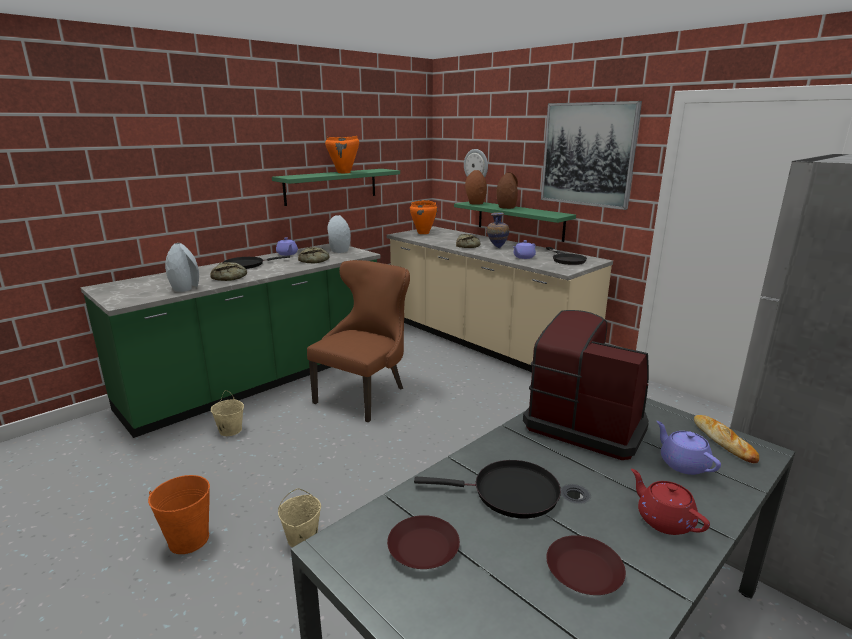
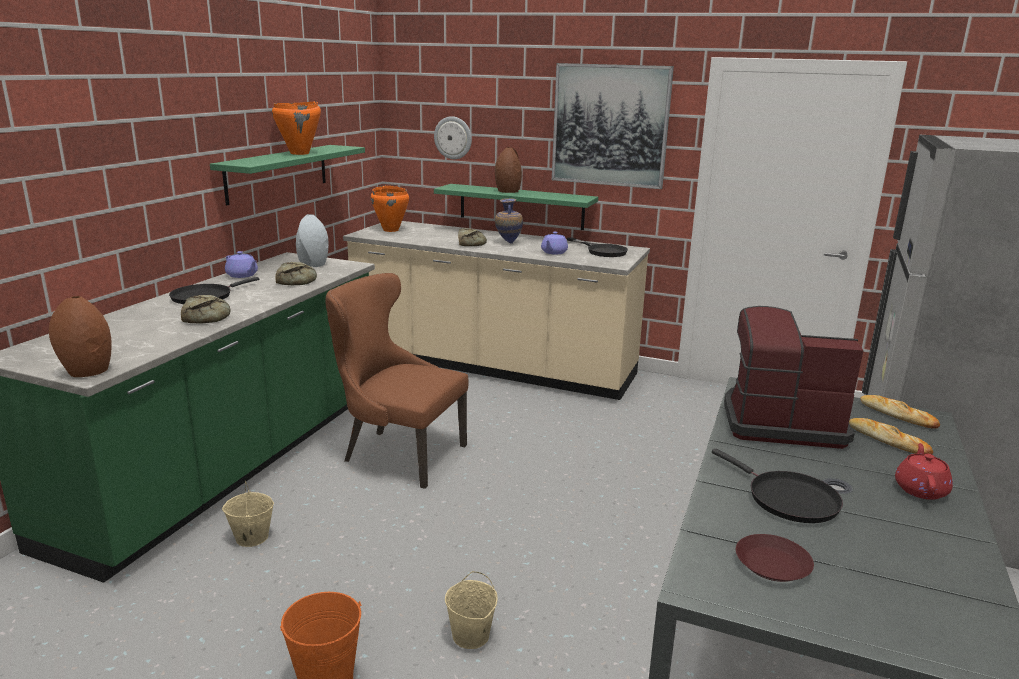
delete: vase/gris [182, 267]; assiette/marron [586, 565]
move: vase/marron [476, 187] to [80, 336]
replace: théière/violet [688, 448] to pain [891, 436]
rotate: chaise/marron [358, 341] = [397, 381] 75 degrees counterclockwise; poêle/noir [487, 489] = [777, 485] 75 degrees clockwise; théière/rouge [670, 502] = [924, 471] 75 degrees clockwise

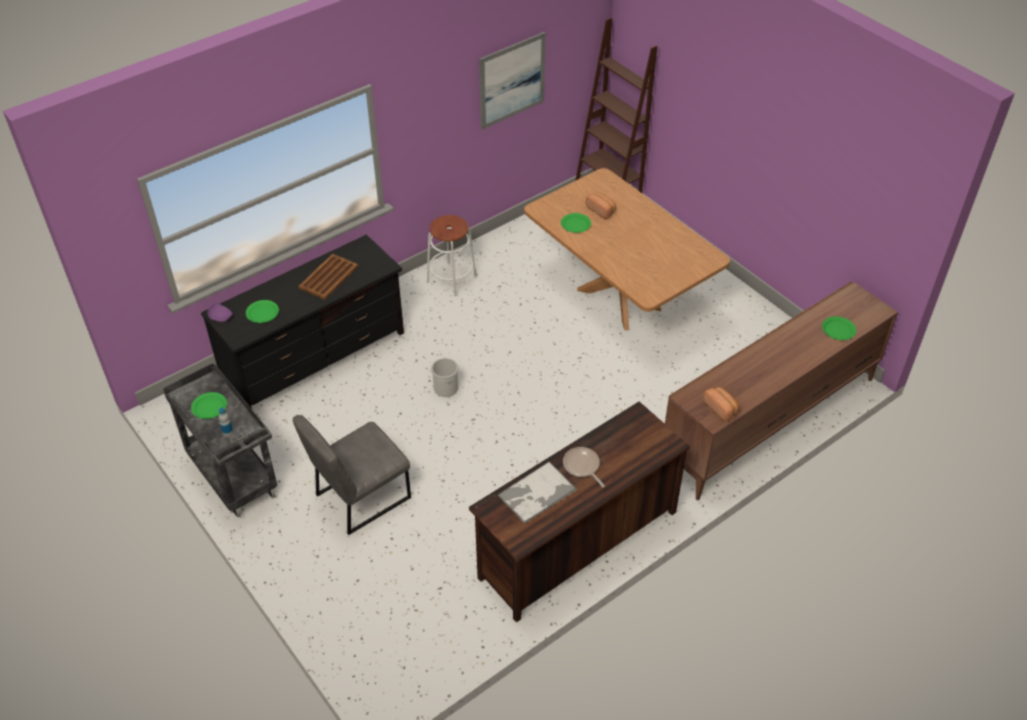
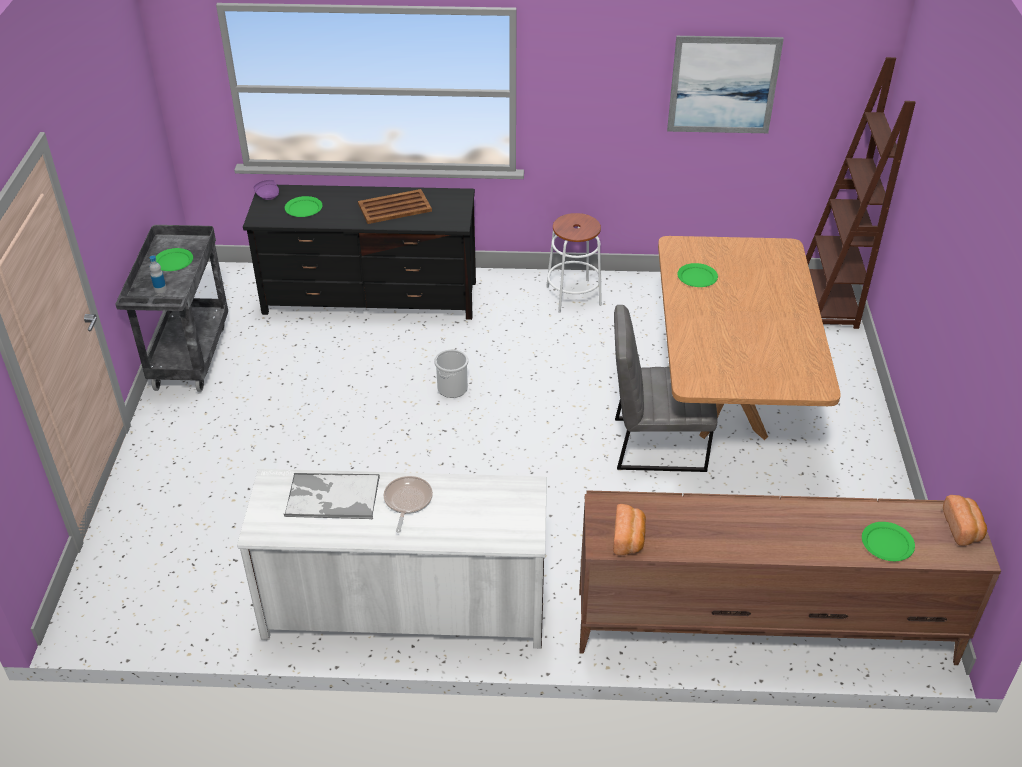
move: chaise/gris [351, 475] to [666, 388]; pain [601, 206] to [965, 520]
recolor: commode/marron [579, 512] to commode/blanc [392, 559]

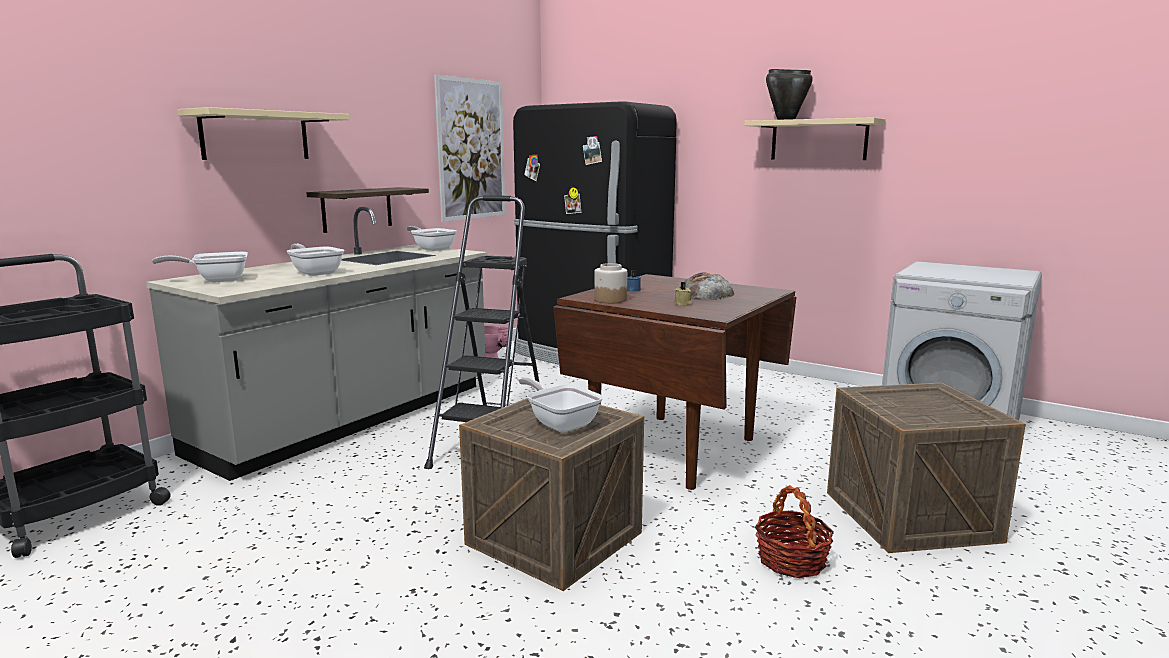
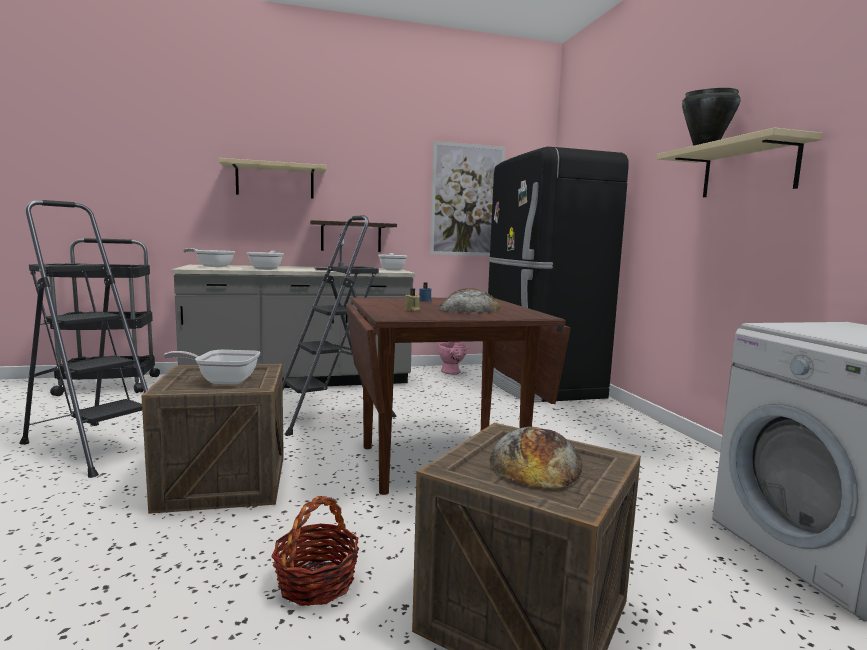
delete: bocal [610, 283]
insert: escabeau [83, 339]; pain [536, 457]
rotate: poêle [560, 405] = [212, 367] 90 degrees counterclockwise

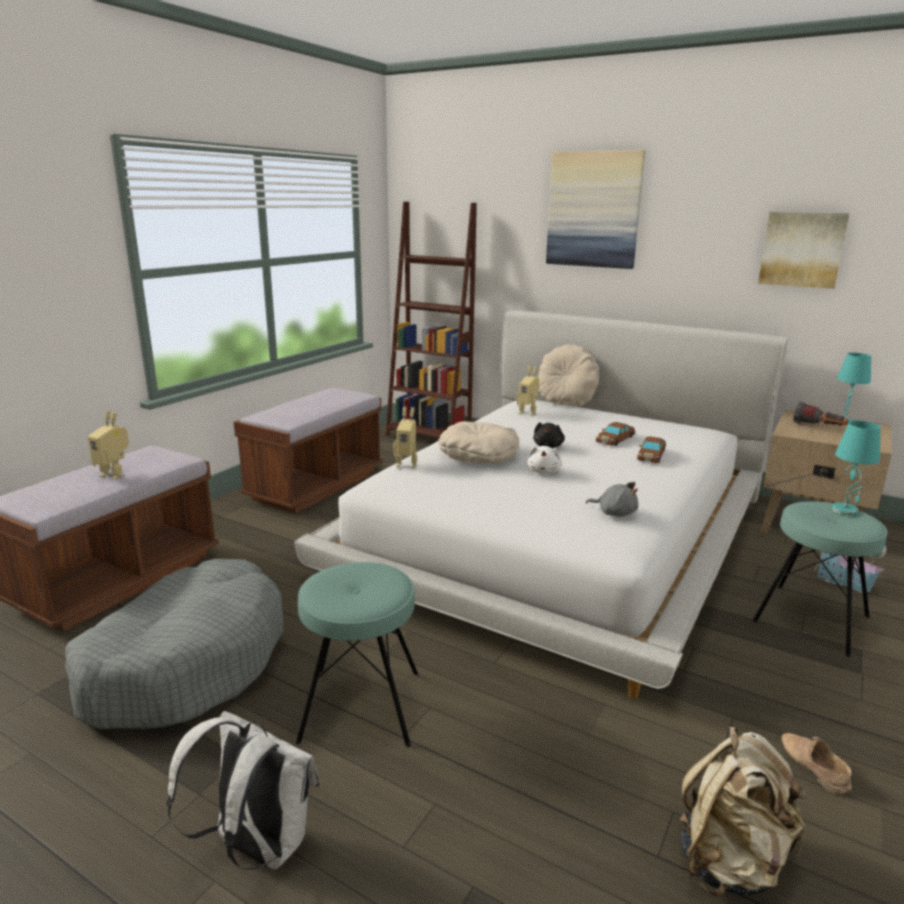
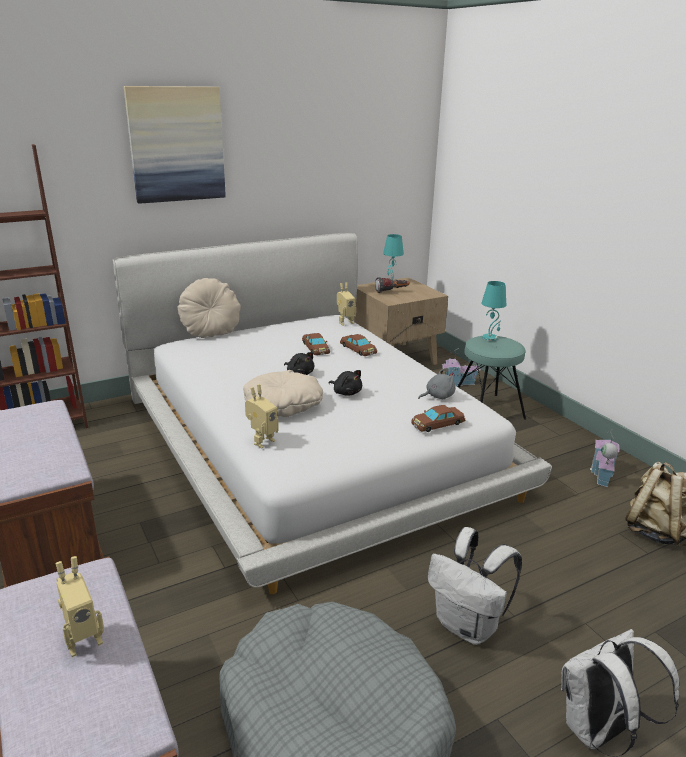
delete: tableau [804, 250]
insert: petite voiture/marron [438, 418]
move: robot jouet [528, 391] to [346, 304]
replace: tabouret/turquoise [357, 654] to sac à dos/blanc [475, 586]; chaussure/beige [817, 764] to maison miniature [604, 458]
recolor: peluche/blanc [544, 460] to peluche/noir [345, 383]

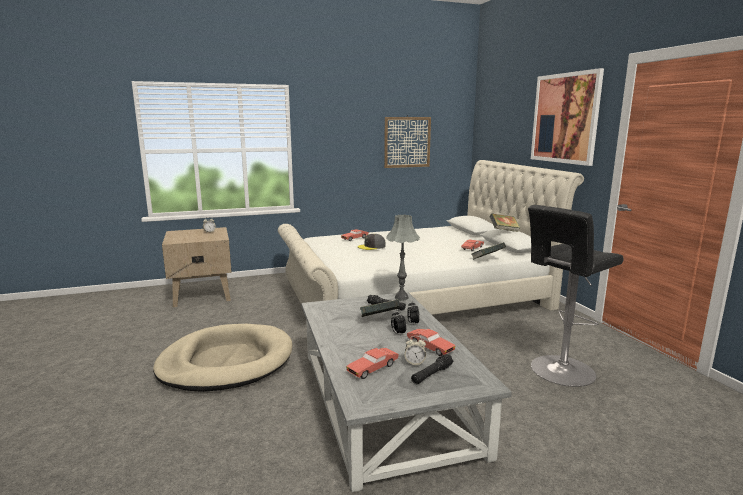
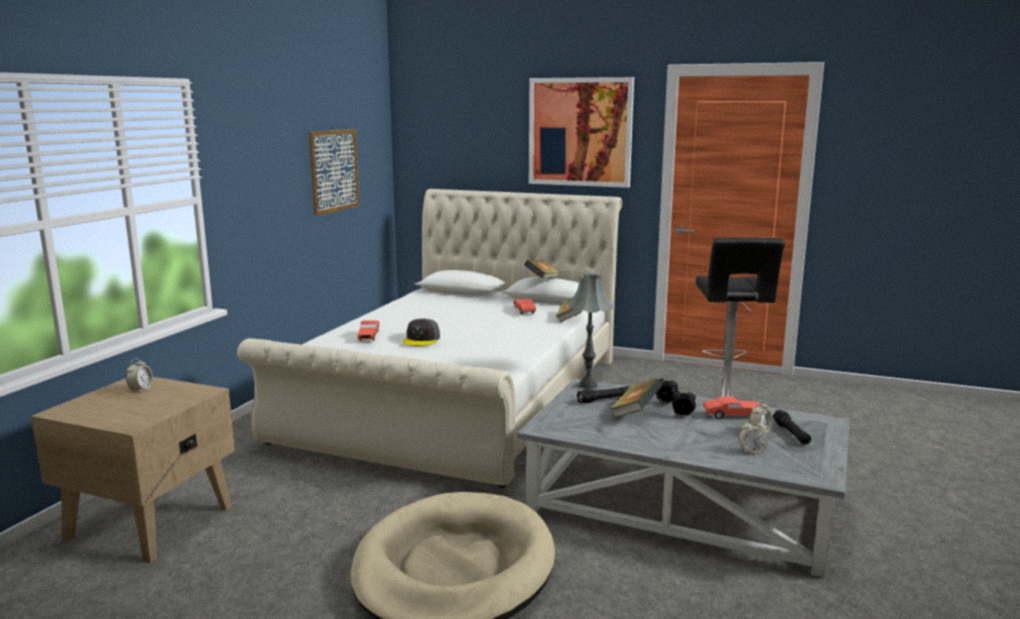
replace: petite voiture/rouge [372, 363] to réveil [754, 436]

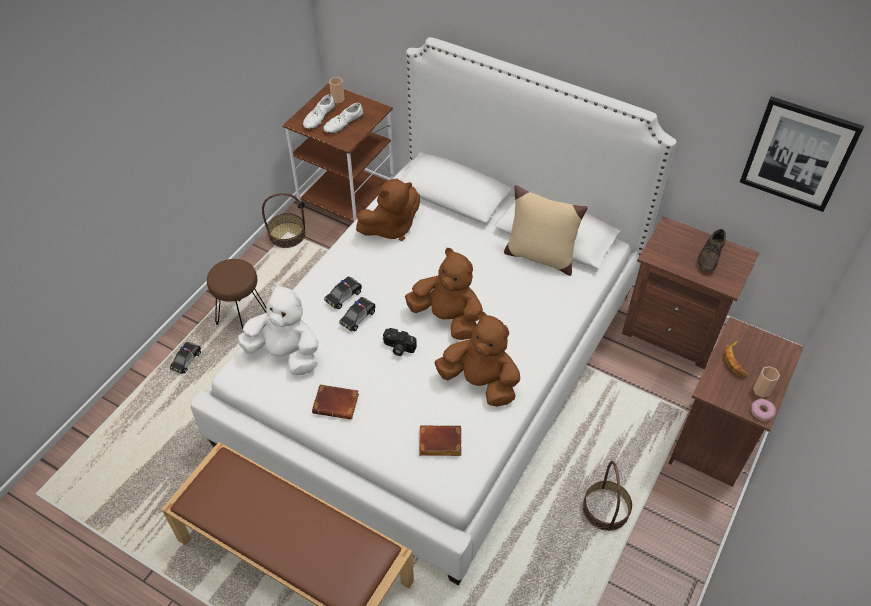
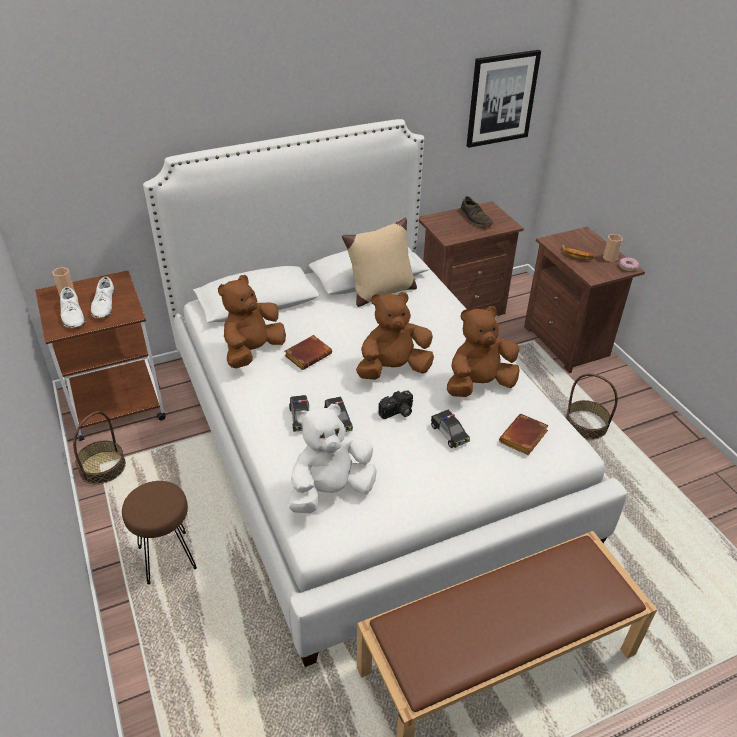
move: petite voiture [185, 358] to [450, 429]; livre/marron [335, 402] to [308, 352]
rotate: peluche/marron [388, 209] = [252, 321] 150 degrees counterclockwise

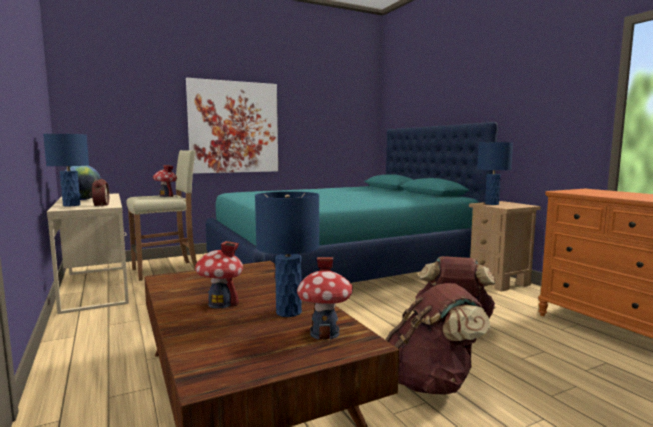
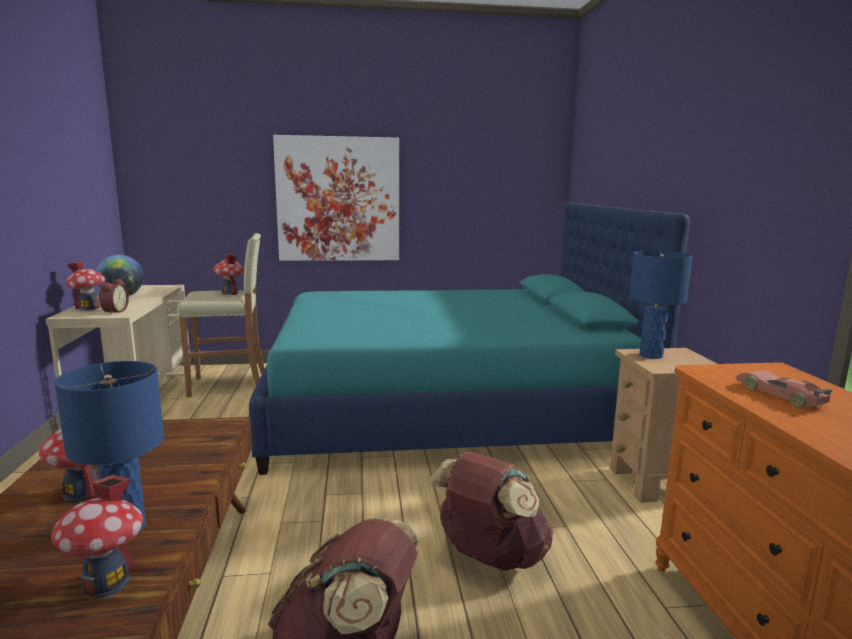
insert: petite voiture [784, 388]
replace: lampe de table/bleu [66, 170] to maison miniature [85, 286]

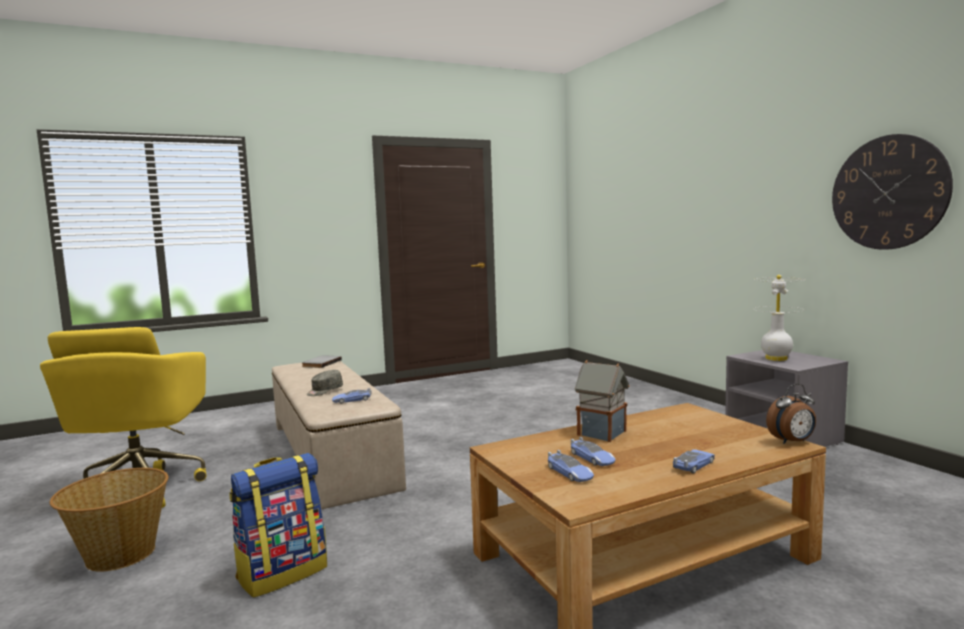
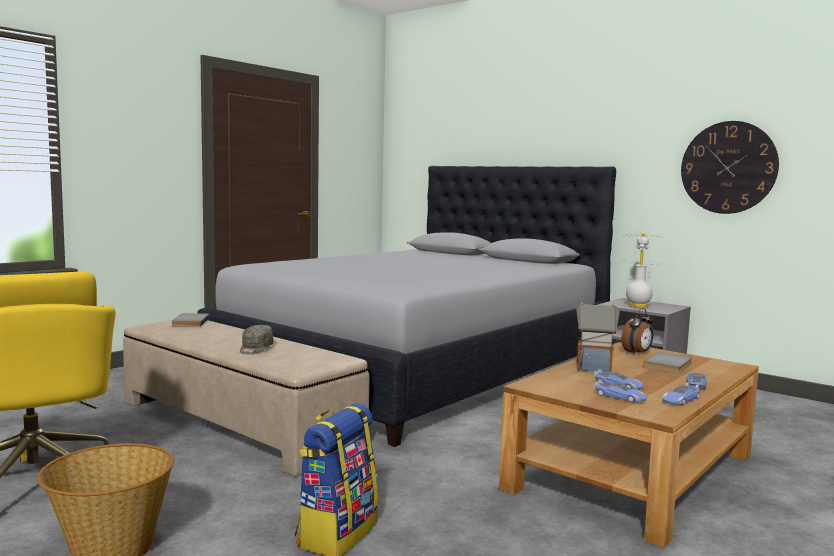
insert: lit/gris [406, 306]; livre/gris [667, 362]
move: petite voiture [352, 396] to [681, 393]; réveil [791, 414] to [637, 331]

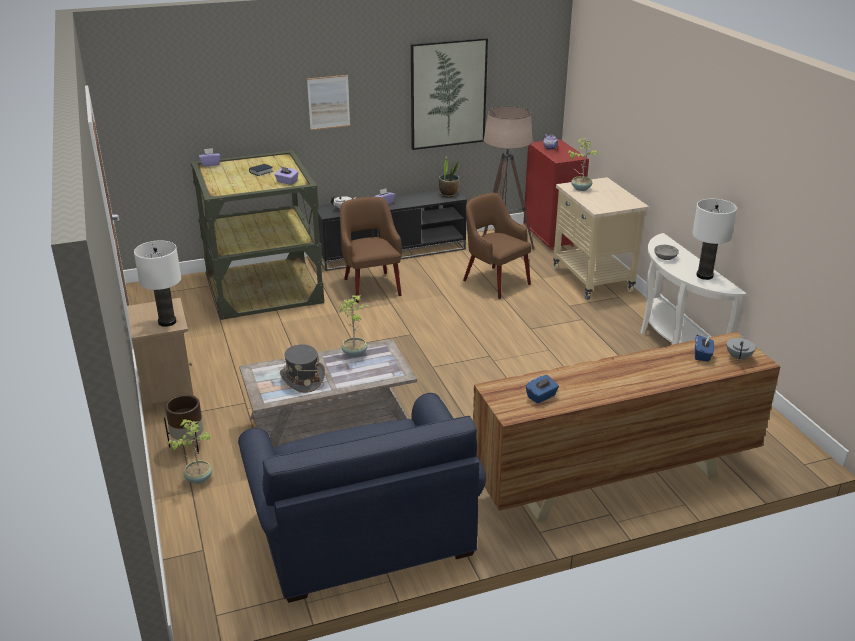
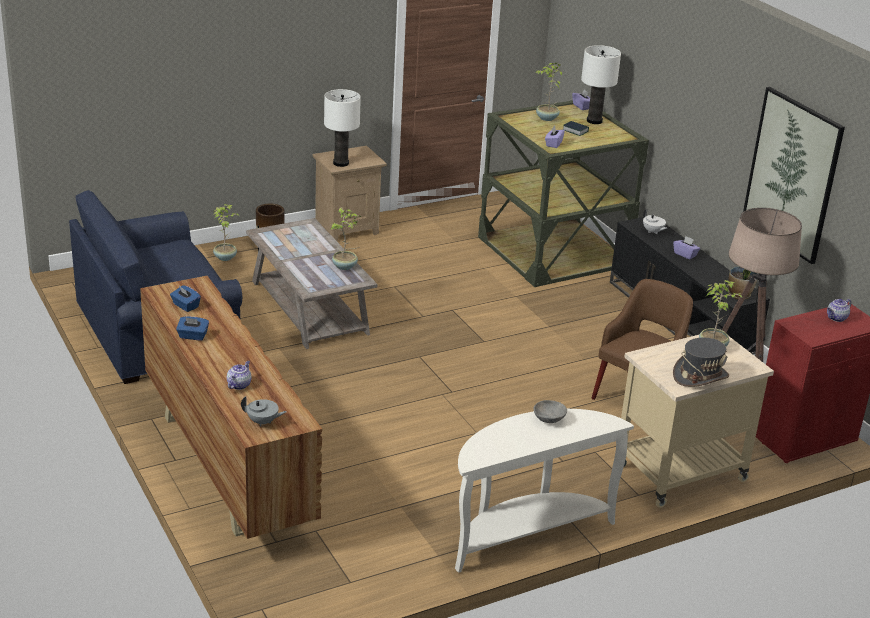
delete: tableau [328, 102]; fauteuil/marron [371, 250]
insert: théière [239, 375]; plante en pot [548, 91]
move: chapeau/gris [302, 368] to [701, 362]; lampe de table/blanc [714, 239] to [601, 84]; boîte à mouchoirs/bleu [704, 348] to [192, 329]

